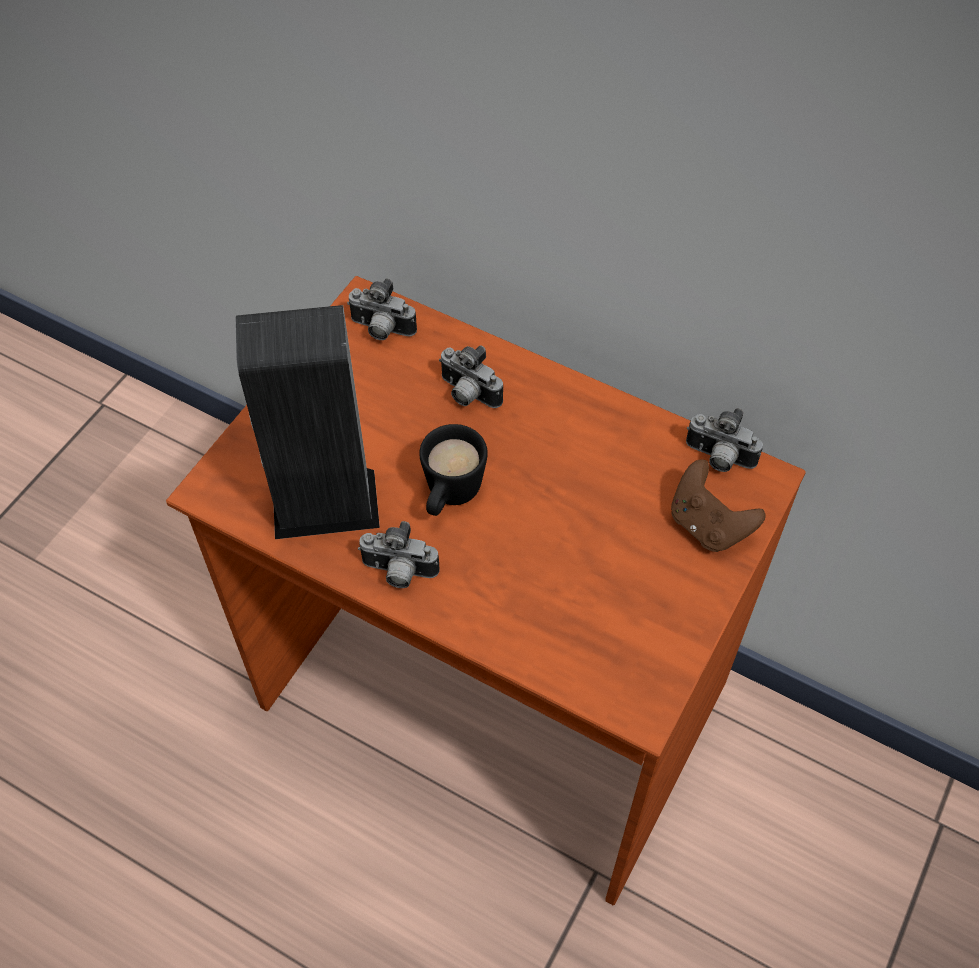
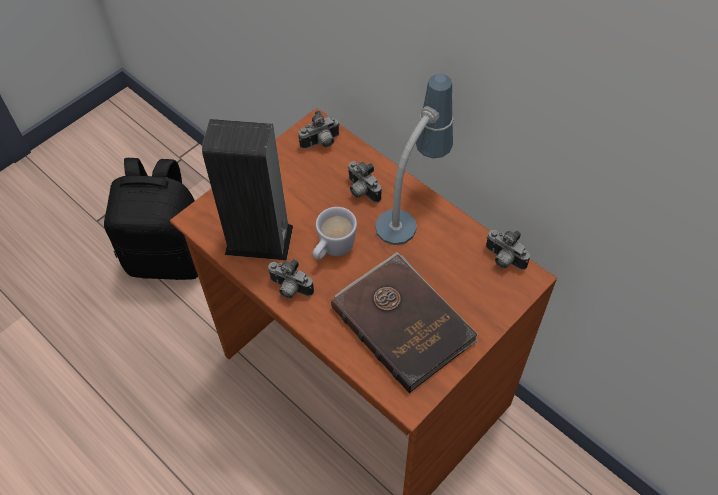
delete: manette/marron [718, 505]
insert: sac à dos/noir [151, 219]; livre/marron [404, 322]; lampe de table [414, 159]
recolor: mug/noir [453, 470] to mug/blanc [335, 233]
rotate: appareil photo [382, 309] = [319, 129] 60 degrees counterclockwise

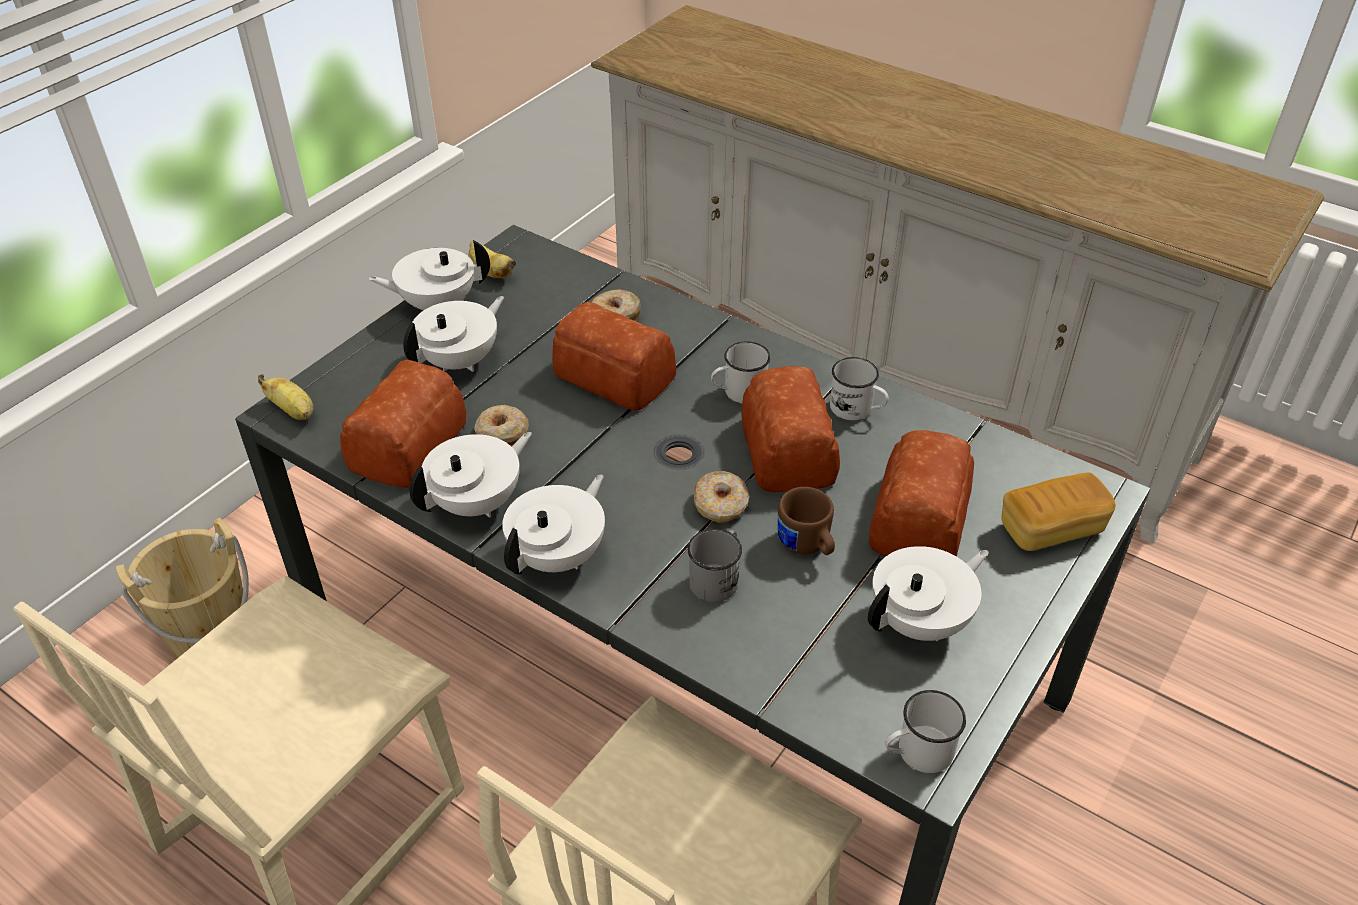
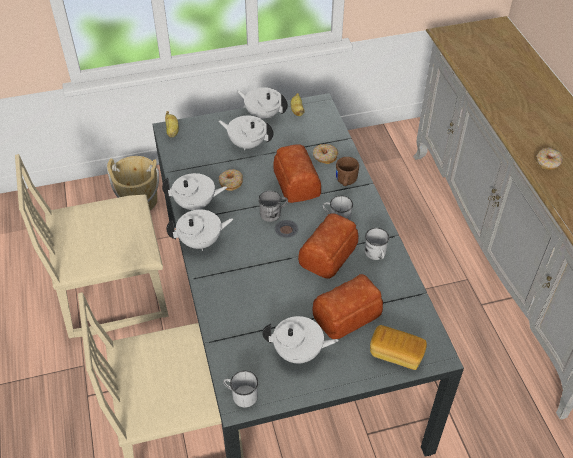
delete: pain [403, 424]
move: mug/gris [715, 565] to [273, 206]; beignet [721, 497] to [549, 158]; mug/marron [806, 521] to [347, 171]
rotate: théière/blanc [454, 334] = [245, 133] 150 degrees counterclockwise

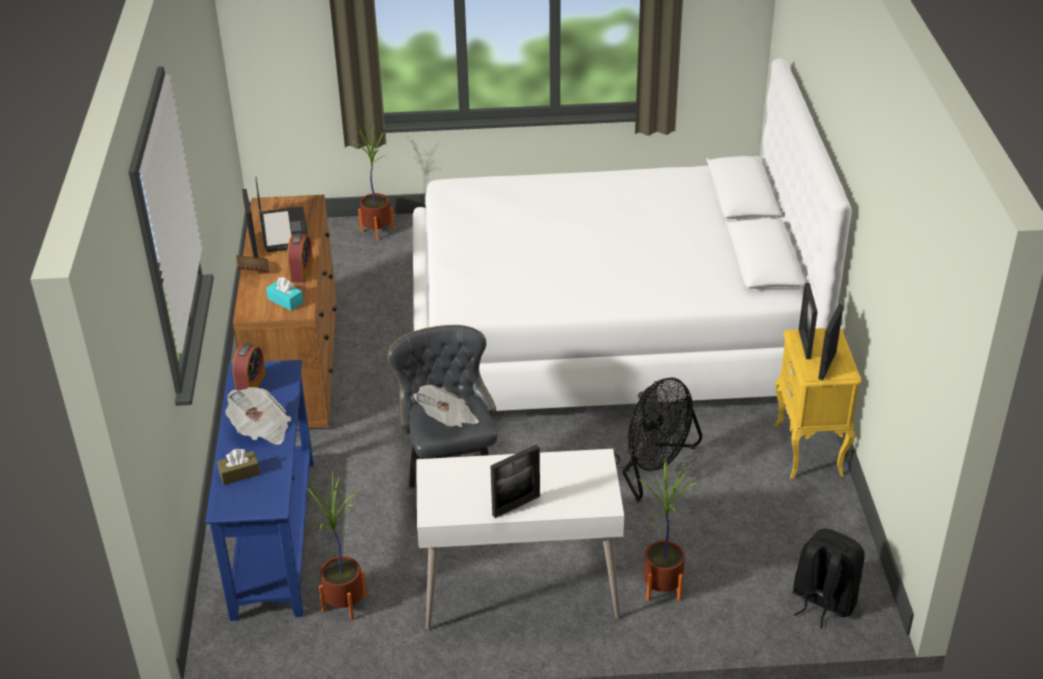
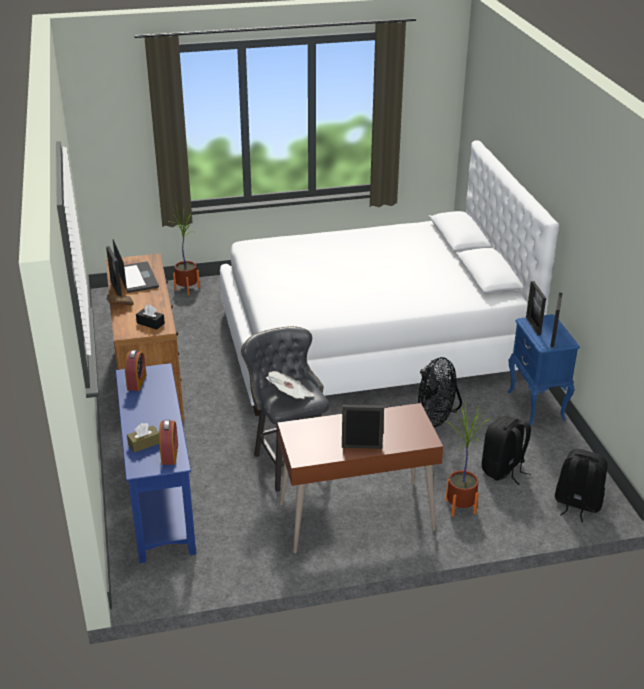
delete: journal [258, 416]; plante en pot [337, 544]
insert: sac à dos/noir [506, 450]
move: réveil [300, 258] to [168, 442]
recolor: boîte à mouchoirs/turquoise [284, 294] to boîte à mouchoirs/noir [150, 317]; bureau/blanc [520, 539] to bureau/marron [360, 478]; table de chevet/jaune [817, 403] to table de chevet/bleu [544, 370]
rotate: cadre photo [515, 481] = [363, 427] 135 degrees counterclockwise

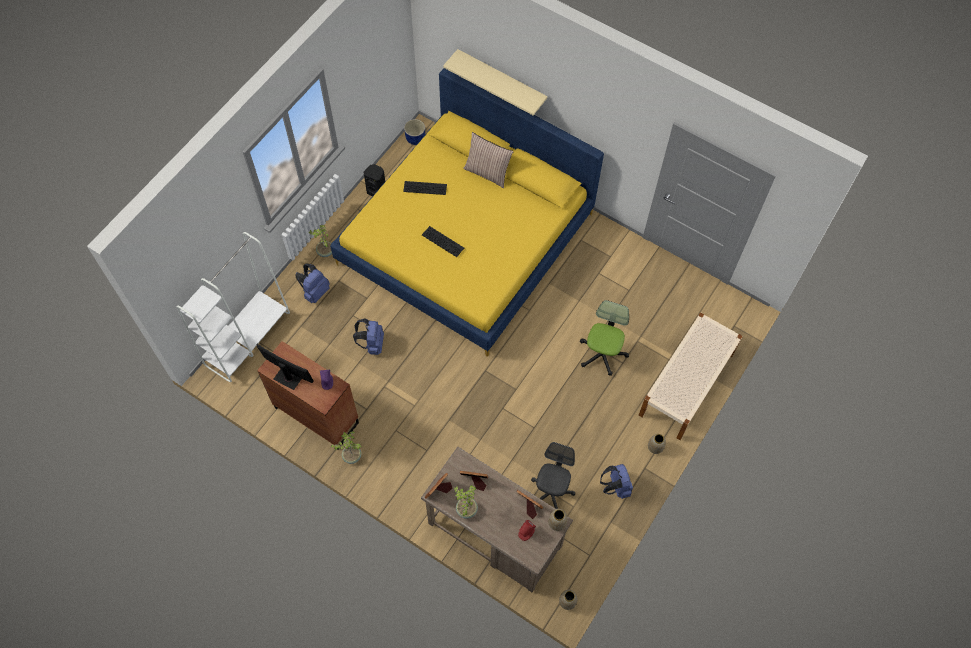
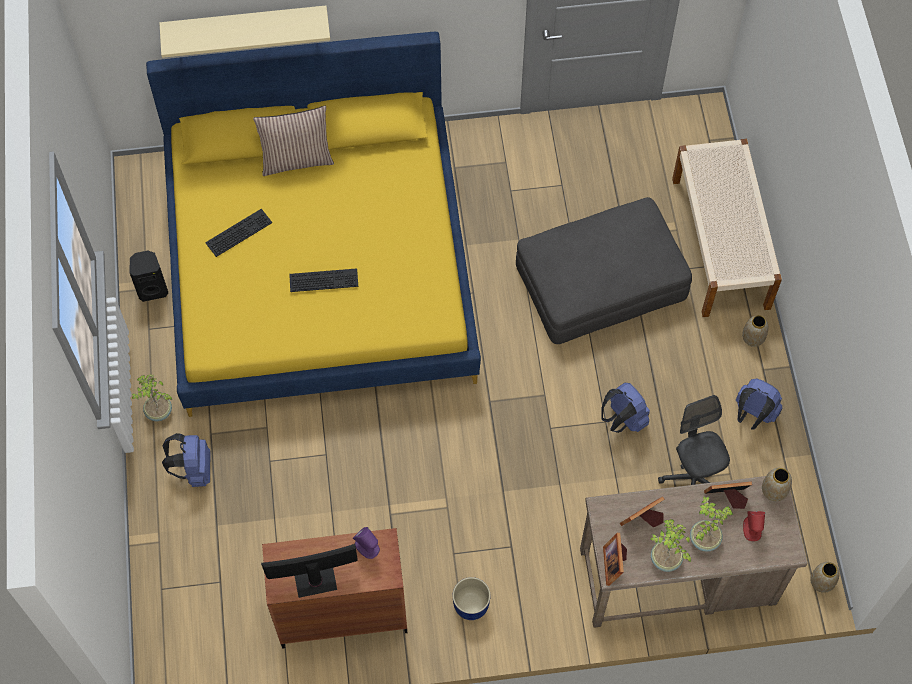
delete: portant/blanc [233, 307]
move: plante en pot [346, 447] to [711, 524]; sac à dos/bleu [368, 336] to [626, 408]; cache-pot/bleu [414, 132] to [472, 598]
replace: chaise de bureau [604, 338] to pouf/gris [604, 270]

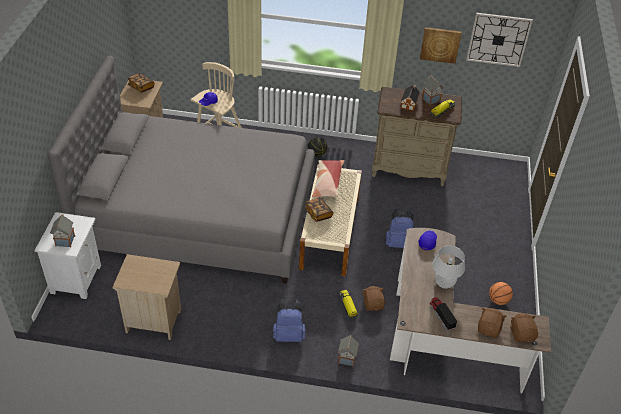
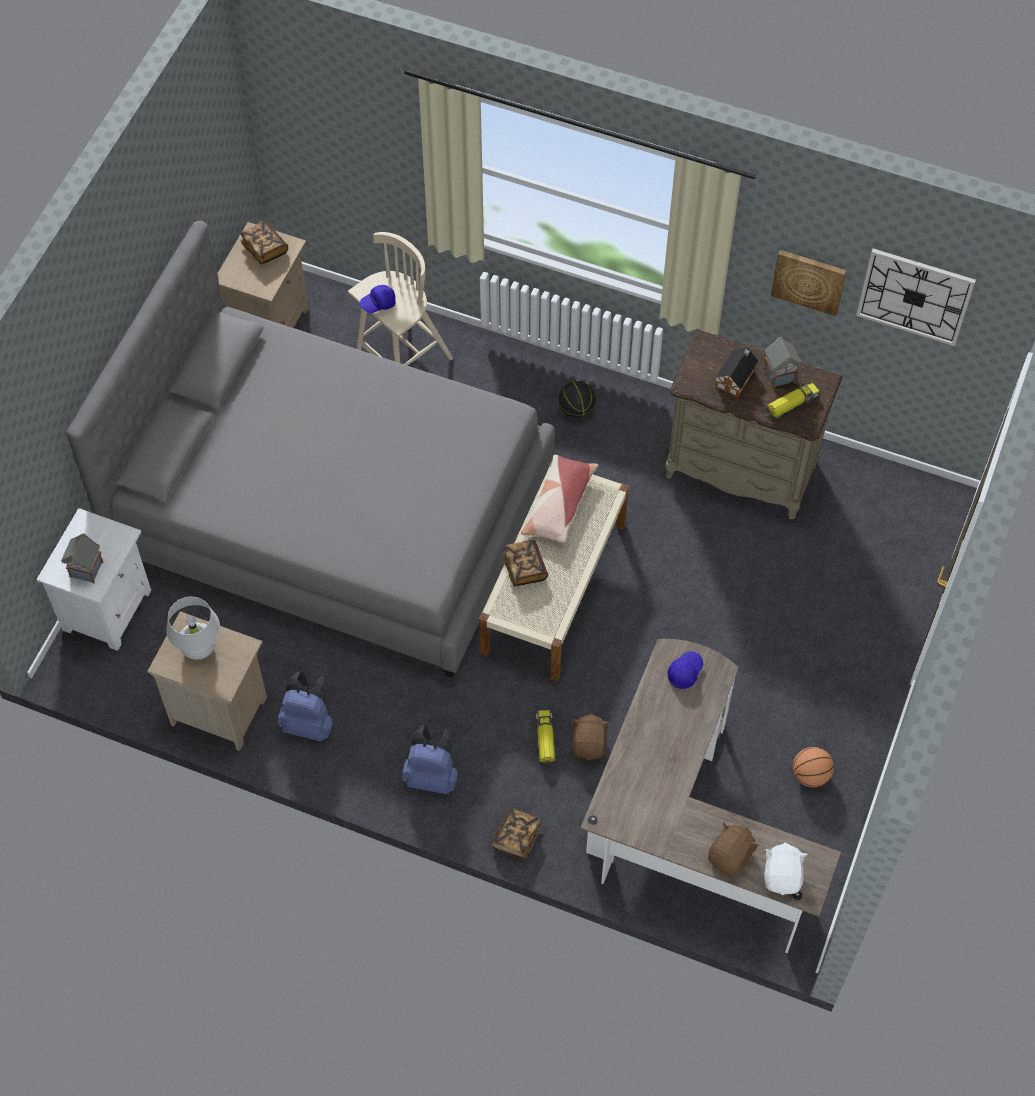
delete: camion jouet [443, 313]
move: sac à dos/bleu [400, 228] to [305, 707]; lampe de table/blanc [448, 267] to [193, 628]
replace: maison miniature [348, 351] to livre [516, 833]
recolor: peluche/marron [524, 327] to peluche/blanc [786, 868]

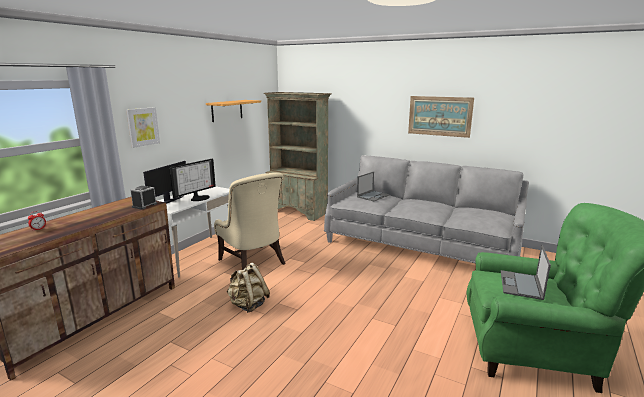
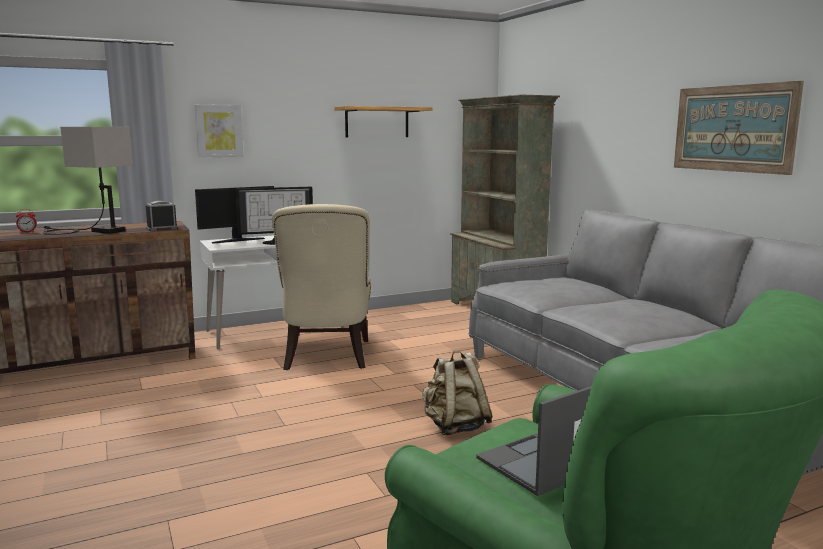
delete: ordinateur portable [373, 186]
insert: lampe de table [88, 181]
move: sac à dos/beige [248, 288] to [457, 393]

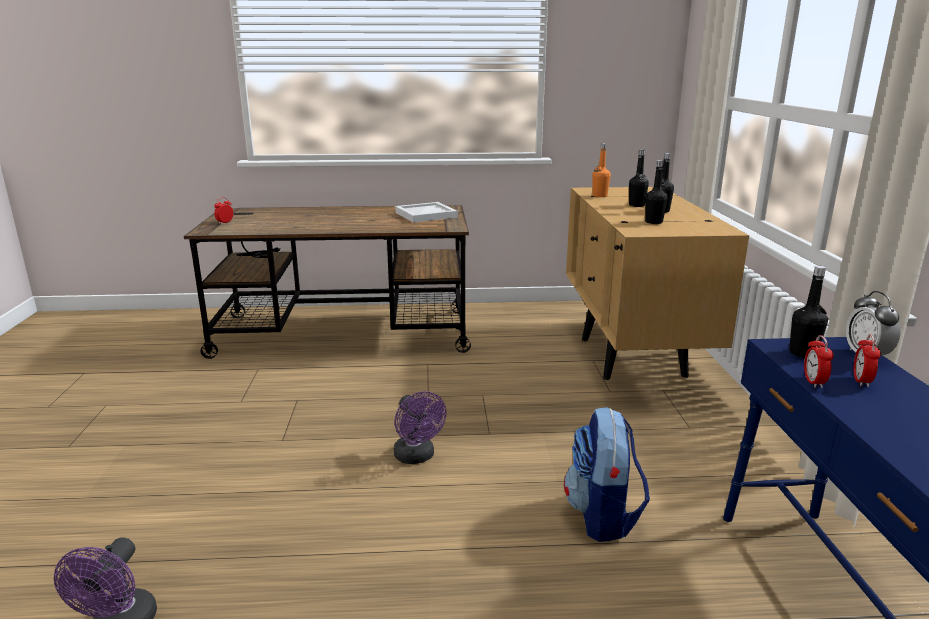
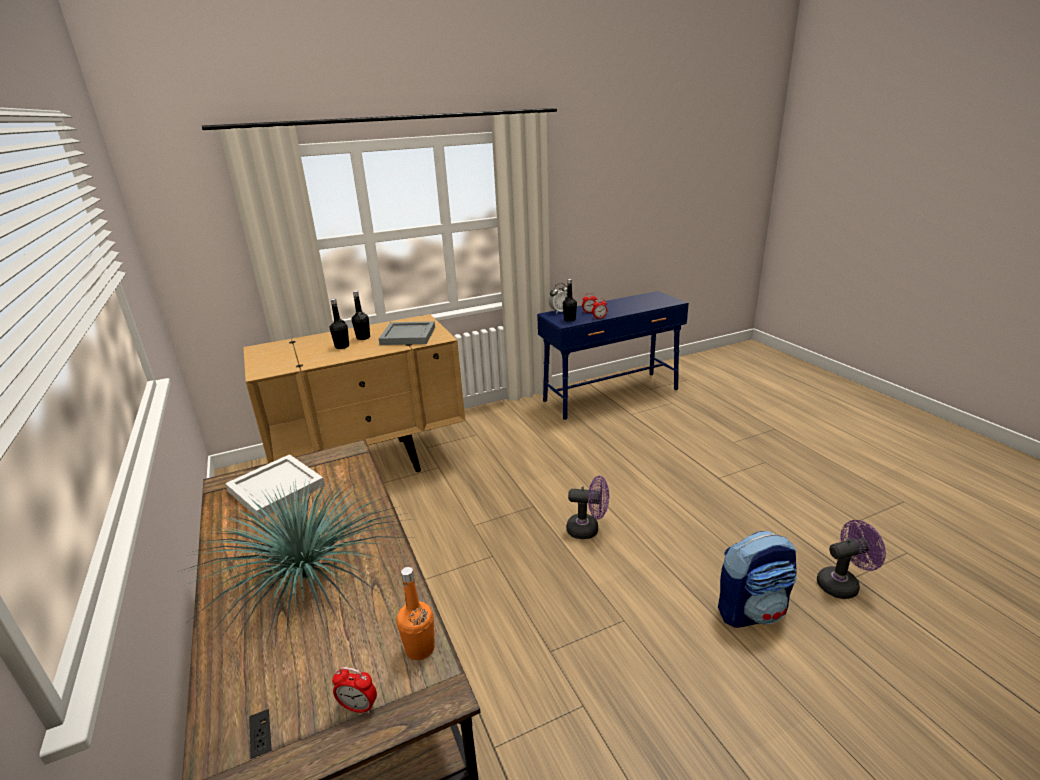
insert: plante en pot [294, 561]
move: sac à dos [607, 474] to [757, 579]; bouteille/orange [601, 170] to [415, 613]
replace: bouteille/noir [656, 192] to plateau/gris [407, 333]
rotate: ventilateur/violet [420, 427] = [588, 507] 60 degrees clockwise

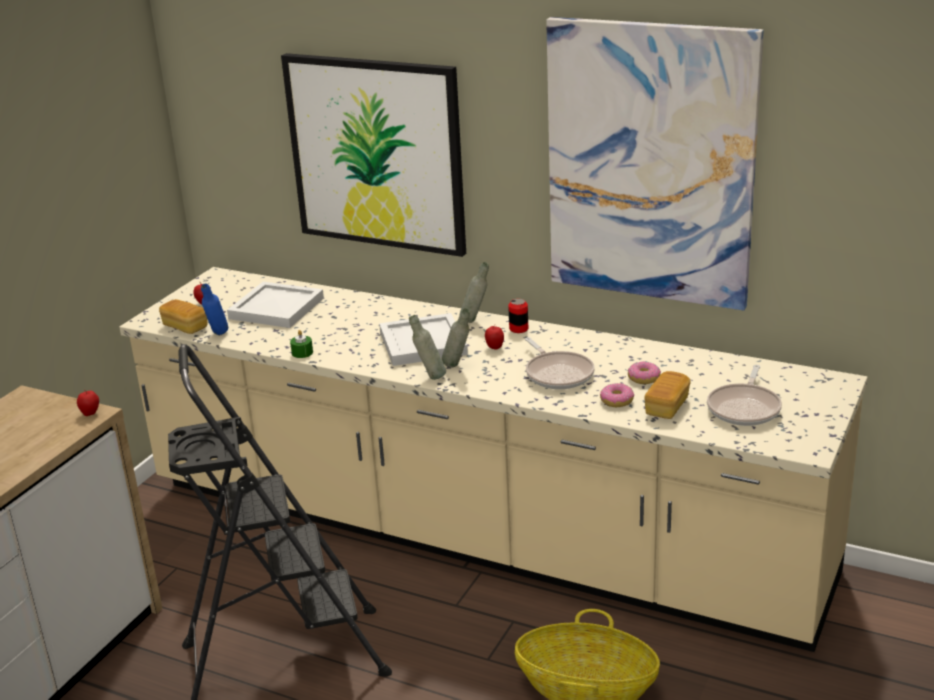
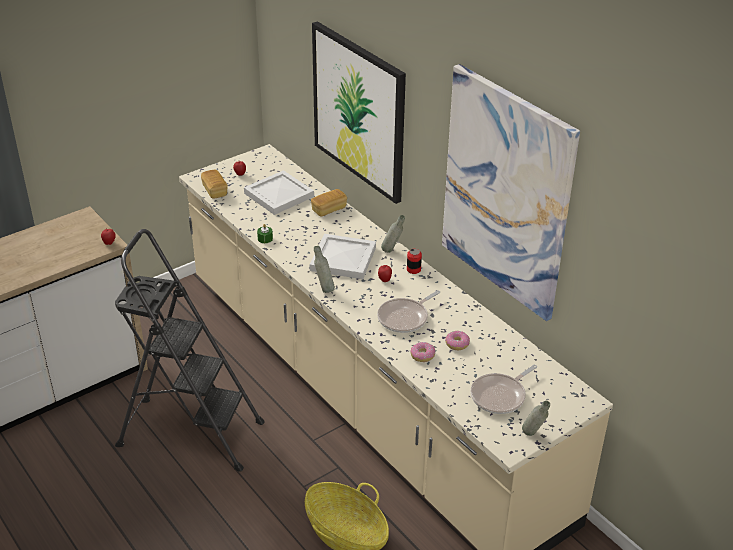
delete: bouteille/bleu [214, 309]
move: bouteille/gris [456, 337] to [536, 418]; pain [667, 395] to [329, 203]
rotate: poêle [560, 363] = [408, 311] 45 degrees clockwise

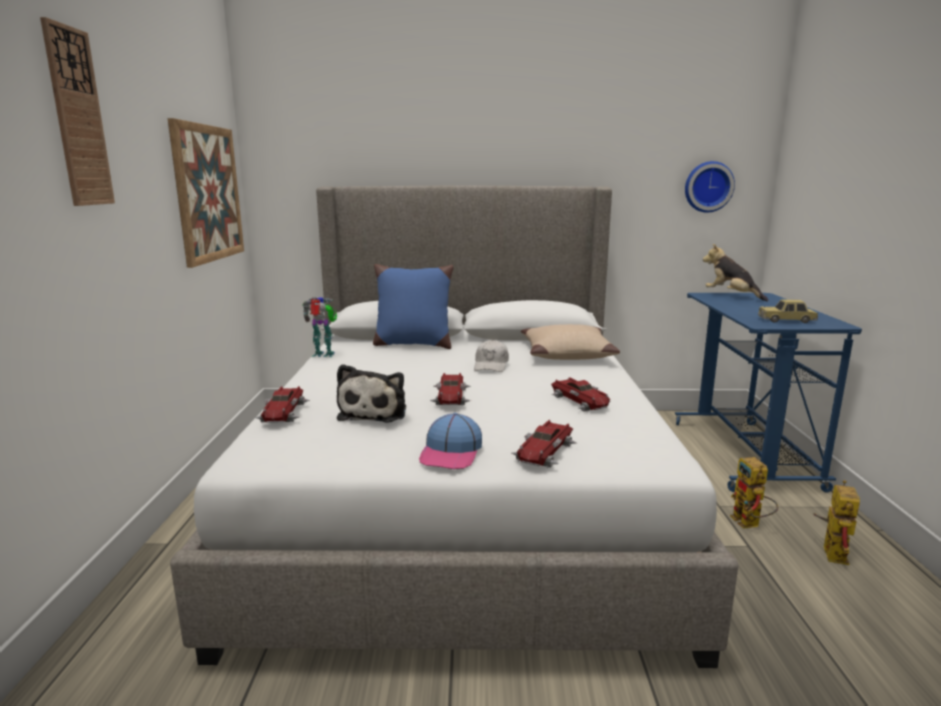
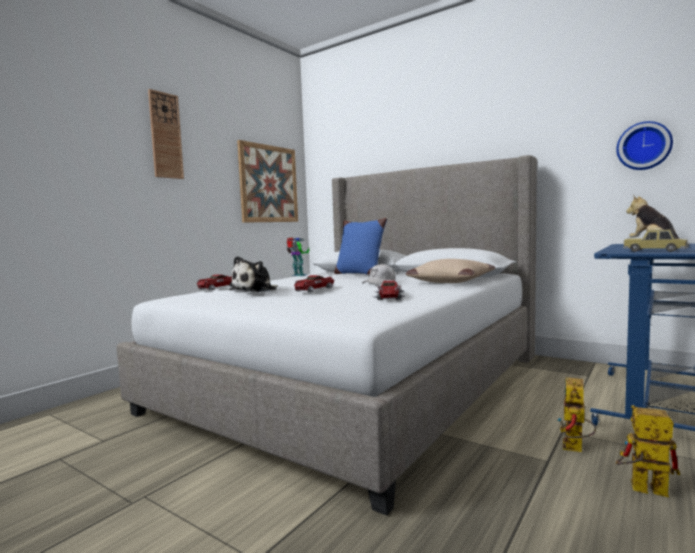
delete: casquette [450, 441]; petite voiture [544, 444]
rotate: robot jouet [837, 522] = [648, 451] 120 degrees counterclockwise

